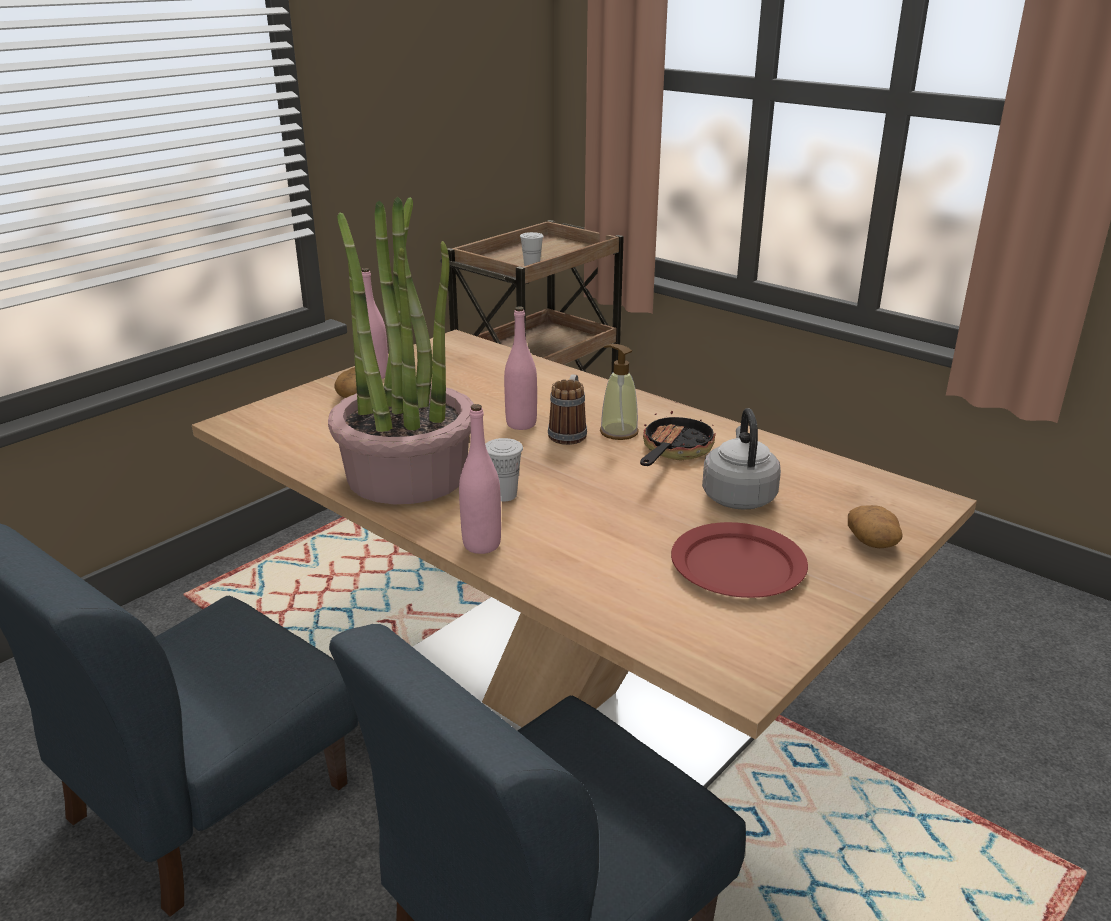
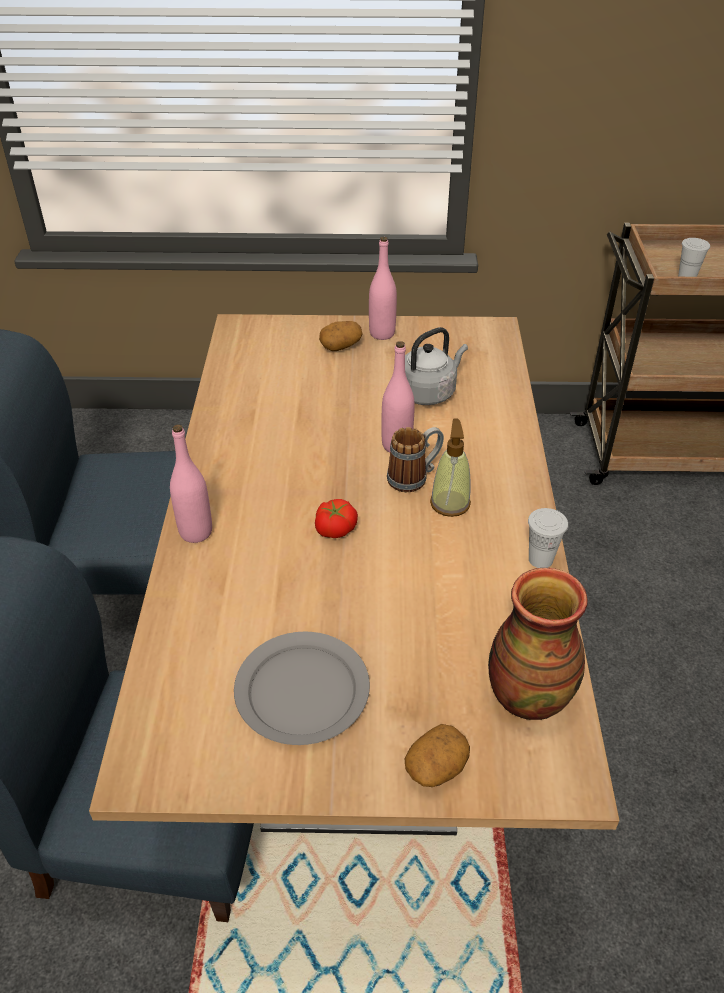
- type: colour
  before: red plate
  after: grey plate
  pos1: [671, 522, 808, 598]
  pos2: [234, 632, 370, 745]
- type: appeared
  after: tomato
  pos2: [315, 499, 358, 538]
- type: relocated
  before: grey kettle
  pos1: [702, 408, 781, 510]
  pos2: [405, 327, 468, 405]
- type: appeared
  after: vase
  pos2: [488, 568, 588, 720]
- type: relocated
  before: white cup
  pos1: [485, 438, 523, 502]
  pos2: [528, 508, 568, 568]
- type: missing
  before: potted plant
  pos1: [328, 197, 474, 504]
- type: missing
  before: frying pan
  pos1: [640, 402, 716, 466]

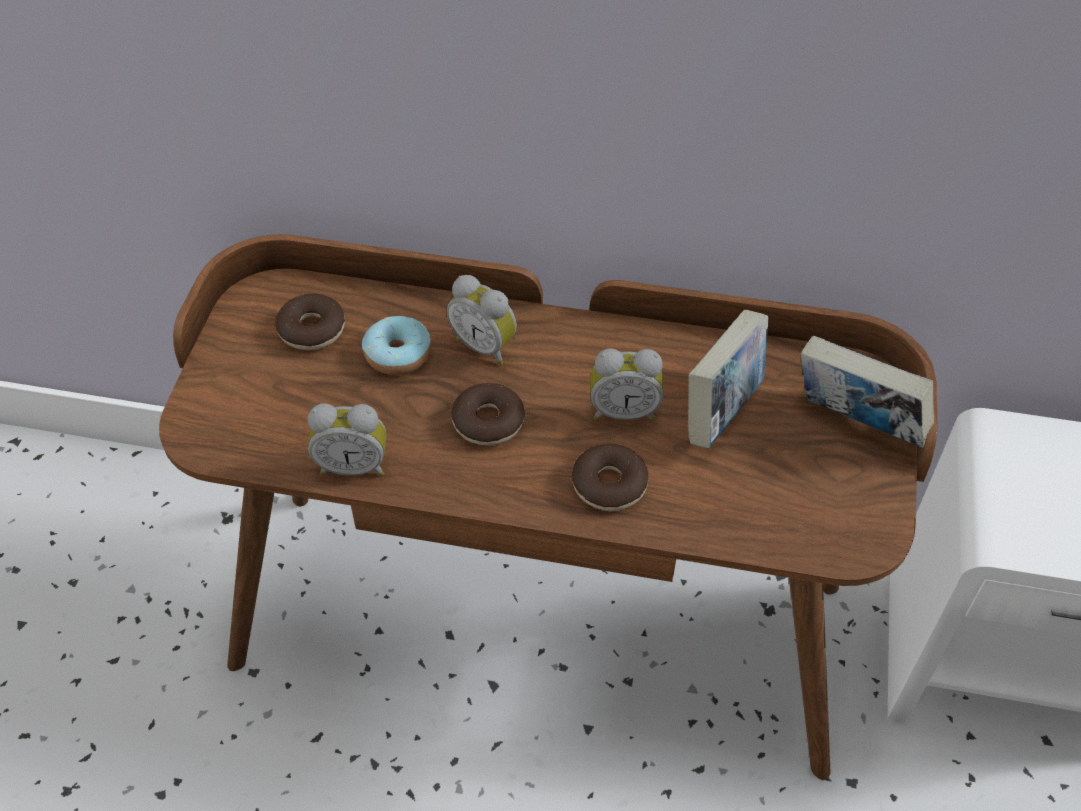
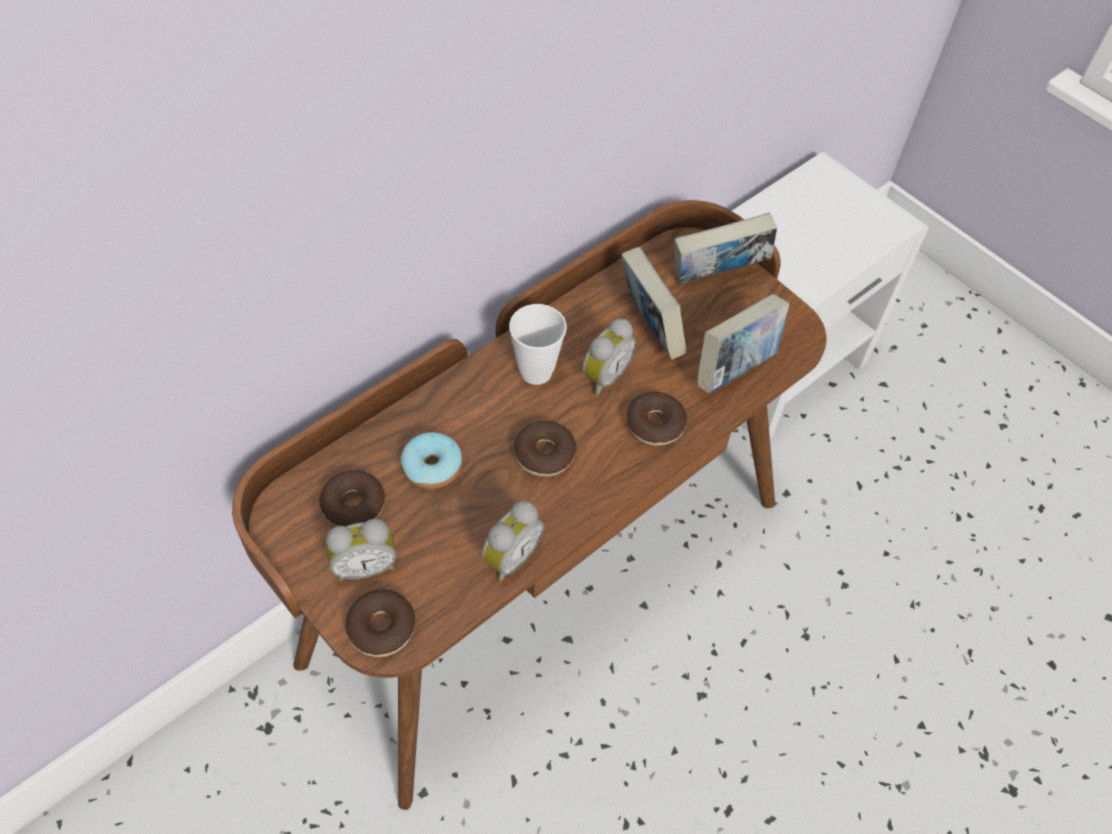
- type: relocated
  before: alarm clock
  pos1: [447, 275, 517, 365]
  pos2: [326, 519, 396, 582]
- type: appeared
  after: donut
  pos2: [345, 589, 415, 657]
- type: appeared
  after: cup
  pos2: [509, 304, 567, 385]
- type: appeared
  after: book
  pos2: [697, 294, 789, 393]

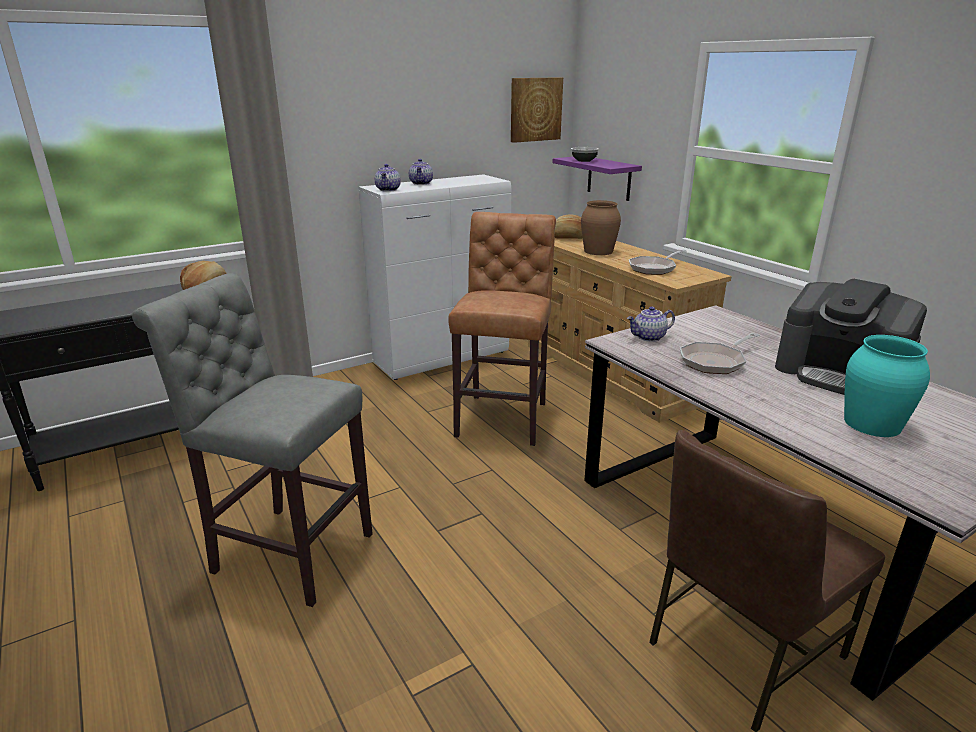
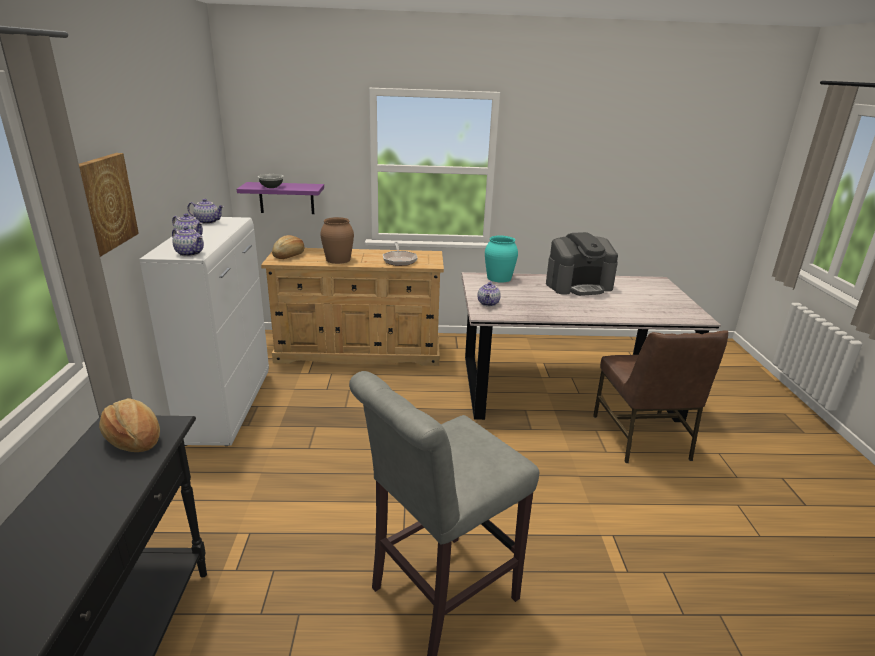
- type: relocated
  before: picture
  pos1: [511, 77, 563, 143]
  pos2: [79, 153, 139, 257]
- type: appeared
  after: teapot
  pos2: [187, 199, 224, 224]
- type: relocated
  before: turquoise vase
  pos1: [844, 335, 930, 437]
  pos2: [485, 236, 518, 282]
- type: missing
  before: brown stool
  pos1: [448, 212, 556, 446]
- type: missing
  before: frying pan
  pos1: [680, 333, 760, 374]

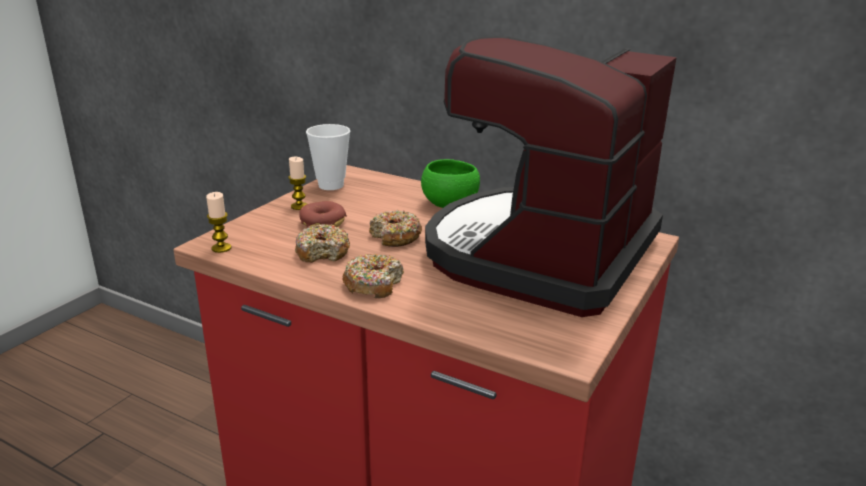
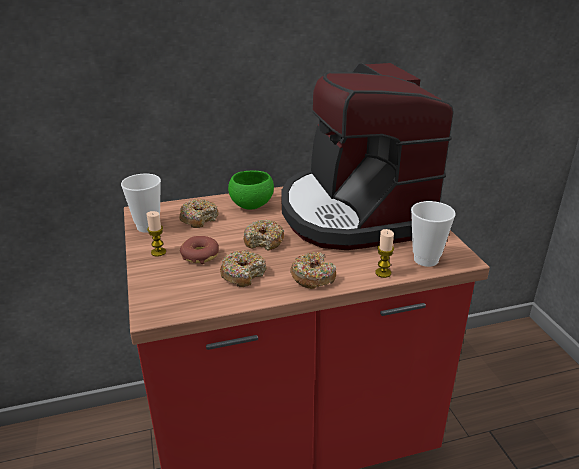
- type: appeared
  after: donut
  pos2: [179, 199, 219, 228]
- type: relocated
  before: candle
  pos1: [206, 192, 231, 253]
  pos2: [375, 229, 394, 278]
- type: appeared
  after: cup
  pos2: [411, 201, 456, 267]

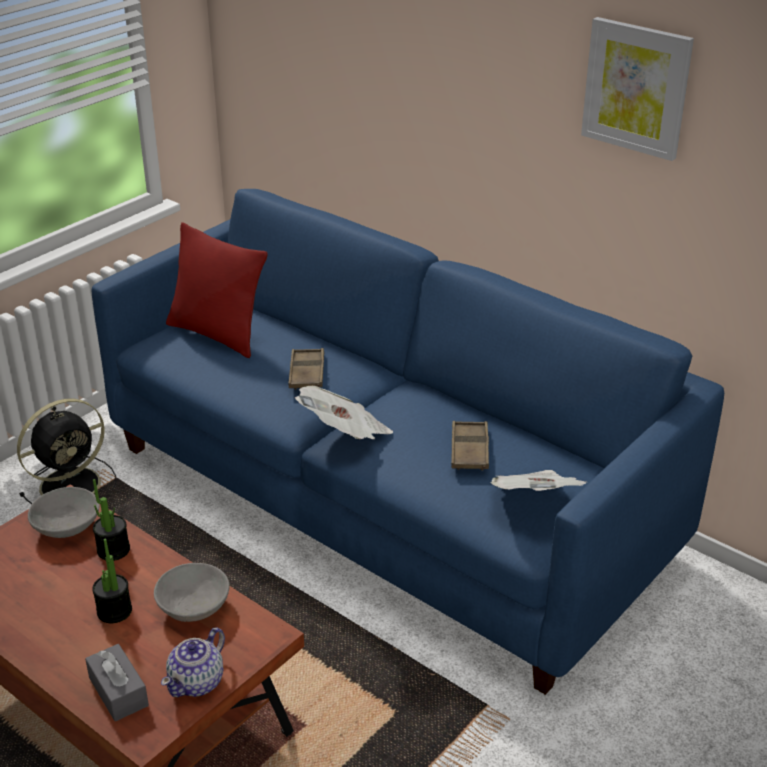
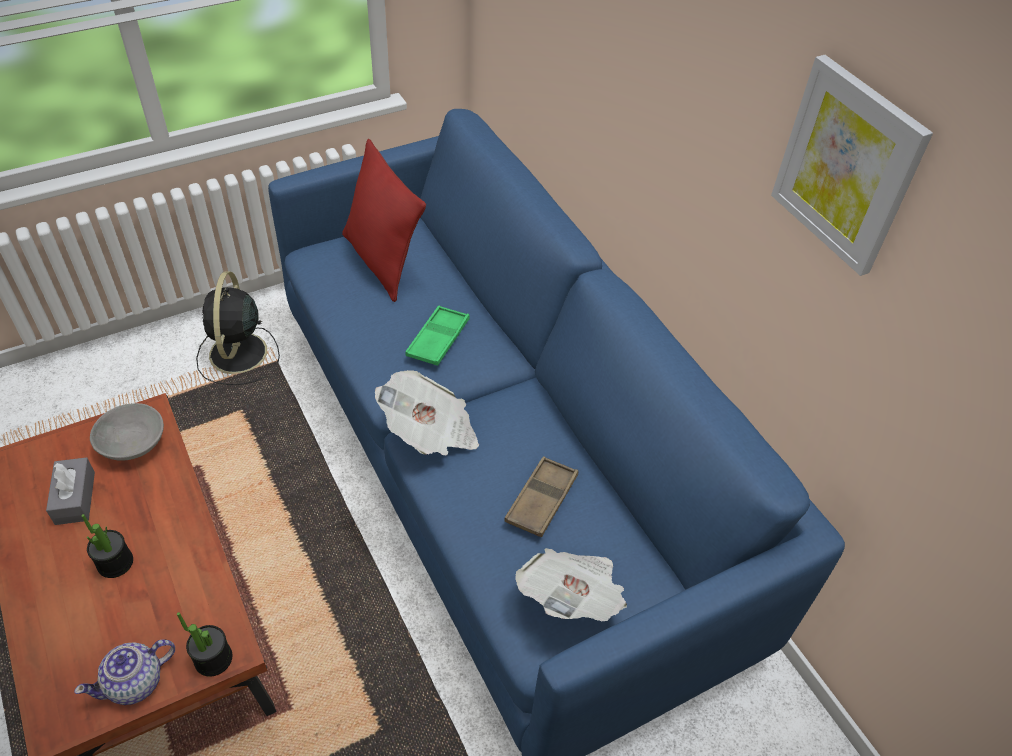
- type: relocated
  before: grey tissue box
  pos1: [85, 644, 149, 721]
  pos2: [46, 457, 95, 525]
- type: relocated
  before: potted plant
  pos1: [93, 479, 130, 561]
  pos2: [177, 612, 233, 677]
- type: spun
  before: black fan
  pos1: [17, 398, 116, 504]
  pos2: [196, 271, 280, 385]
  turn: 105
- type: colour
  before: brown tray
  after: green tray
  pos1: [288, 348, 324, 390]
  pos2: [405, 306, 470, 366]
- type: missing
  before: grey bowl
  pos1: [154, 563, 229, 622]

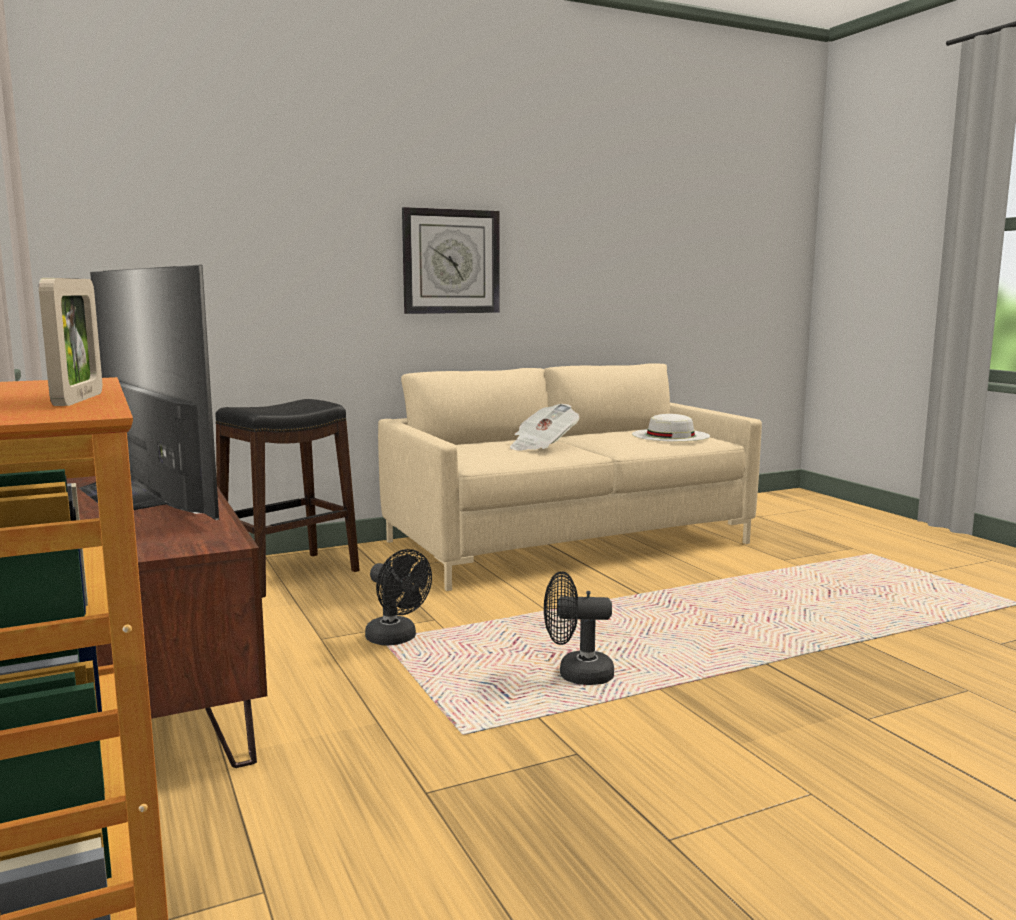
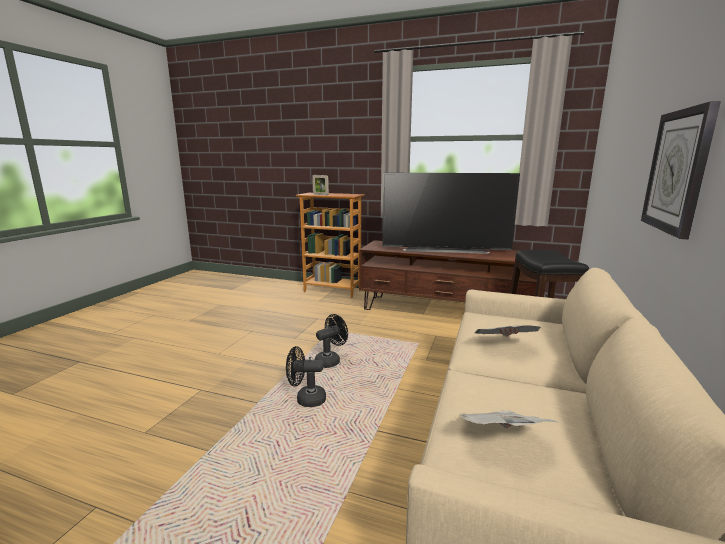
- type: relocated
  before: black fan
  pos1: [365, 549, 432, 645]
  pos2: [286, 346, 326, 407]
- type: exchanged
  before: white hat
  after: newspaper
  pos1: [632, 414, 710, 442]
  pos2: [460, 410, 558, 428]

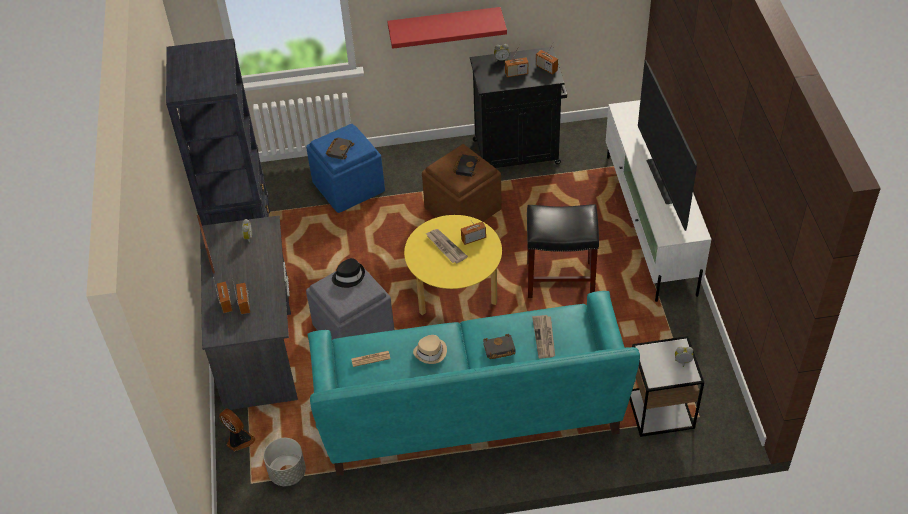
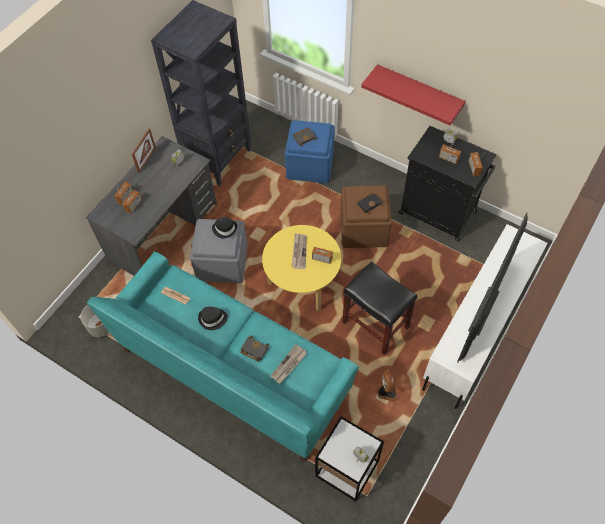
- type: colour
  before: beige hat
  after: black hat
  pos1: [413, 335, 447, 364]
  pos2: [198, 307, 228, 330]
- type: relocated
  before: fan
  pos1: [219, 409, 256, 451]
  pos2: [377, 370, 398, 401]

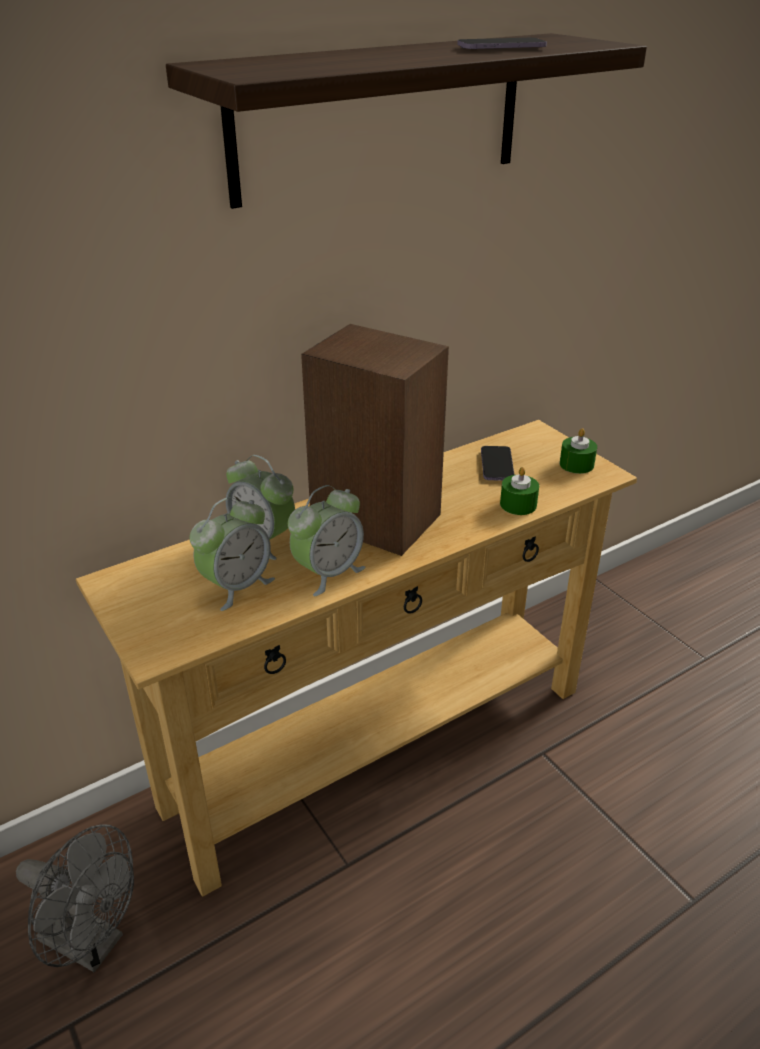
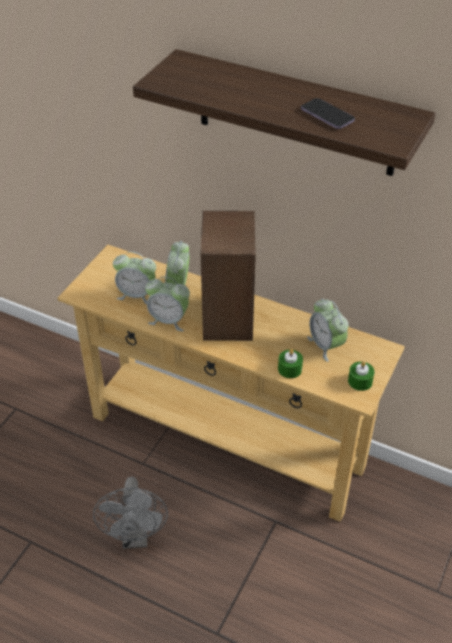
- type: relocated
  before: grey fan
  pos1: [16, 824, 134, 972]
  pos2: [93, 476, 168, 549]
- type: exchanged
  before: phone
  after: alarm clock
  pos1: [481, 446, 514, 481]
  pos2: [307, 299, 349, 362]

